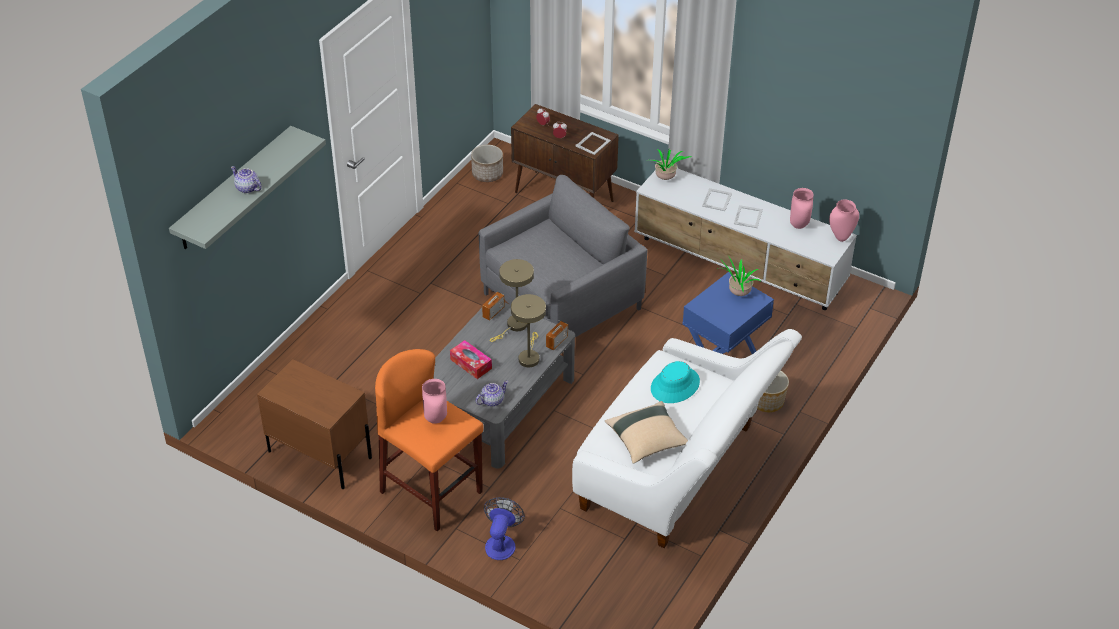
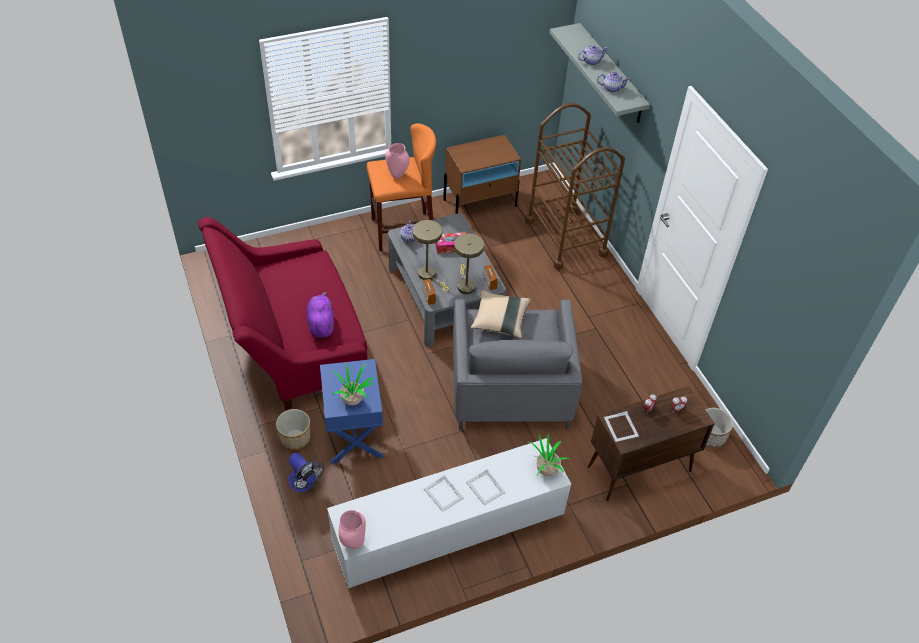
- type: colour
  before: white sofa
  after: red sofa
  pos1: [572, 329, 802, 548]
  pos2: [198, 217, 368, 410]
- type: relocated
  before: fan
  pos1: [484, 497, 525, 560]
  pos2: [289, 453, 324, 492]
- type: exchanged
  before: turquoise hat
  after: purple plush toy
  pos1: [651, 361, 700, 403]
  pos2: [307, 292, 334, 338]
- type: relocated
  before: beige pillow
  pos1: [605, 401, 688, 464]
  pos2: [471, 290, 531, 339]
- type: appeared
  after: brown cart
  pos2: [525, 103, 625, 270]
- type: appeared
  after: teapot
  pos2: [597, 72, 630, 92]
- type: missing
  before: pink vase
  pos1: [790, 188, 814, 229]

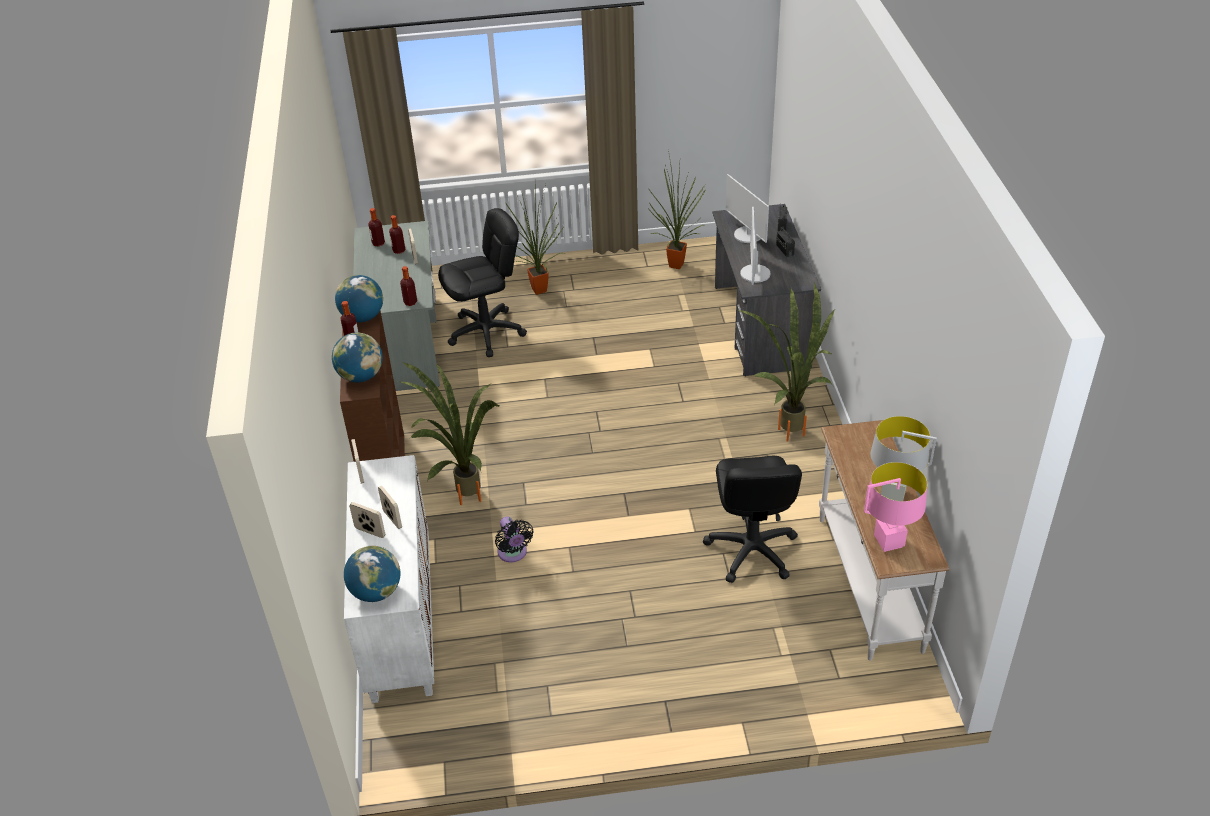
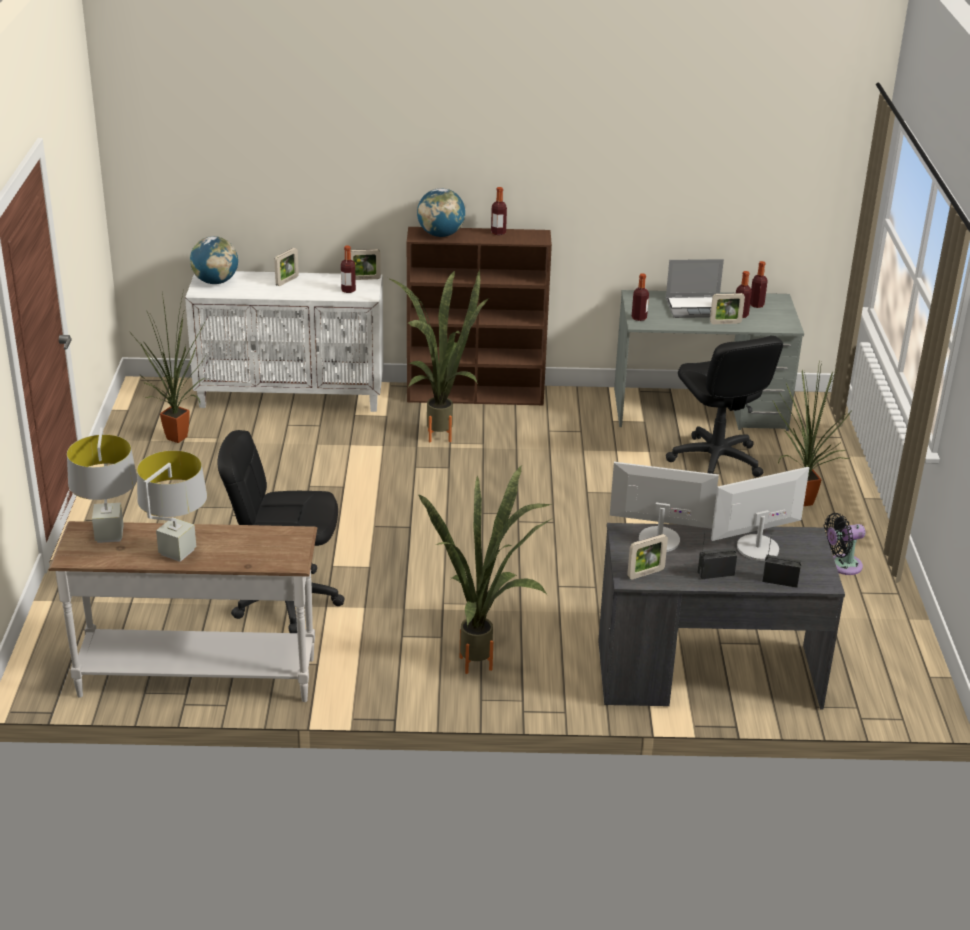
- type: colour
  before: pink table lamp
  after: grey table lamp
  pos1: [864, 462, 927, 552]
  pos2: [67, 427, 137, 543]
- type: relocated
  before: potted plant
  pos1: [647, 151, 706, 269]
  pos2: [128, 290, 209, 443]
- type: appeared
  after: bottle
  pos2: [341, 245, 356, 293]
- type: relocated
  before: picture frame
  pos1: [378, 486, 402, 529]
  pos2: [627, 534, 668, 579]
- type: appeared
  after: laptop
  pos2: [666, 259, 724, 318]
- type: relocated
  before: black fan
  pos1: [495, 516, 534, 562]
  pos2: [824, 513, 865, 575]
- type: missing
  before: globe
  pos1: [335, 275, 383, 322]

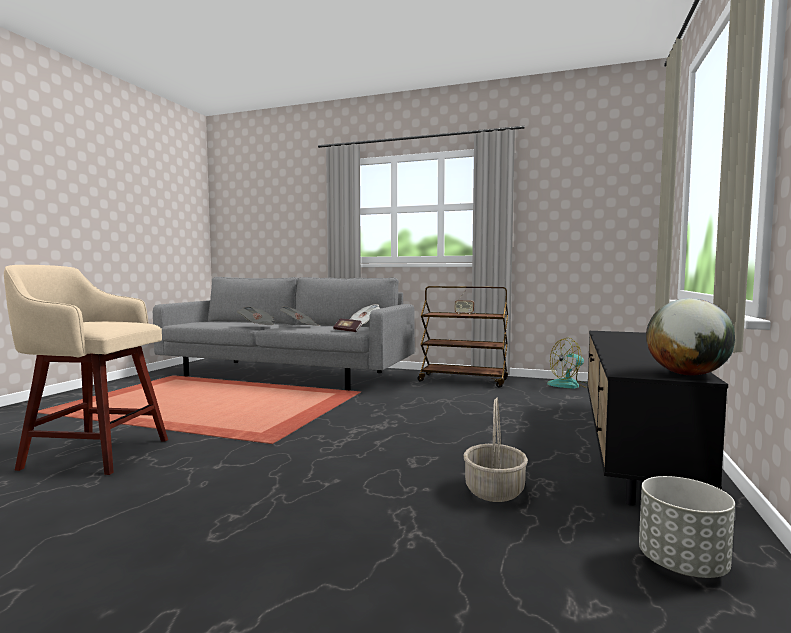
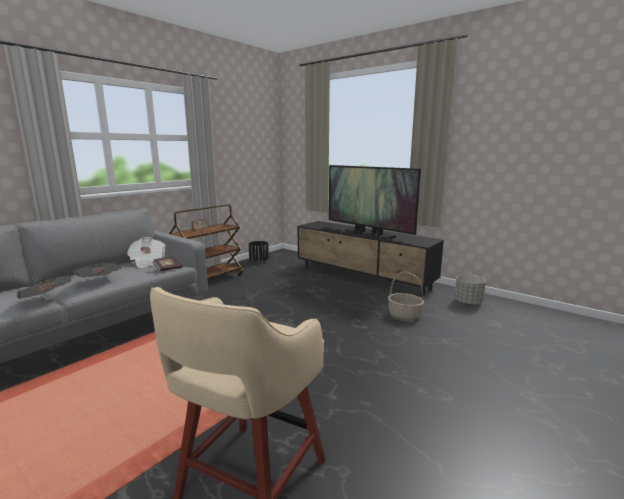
- type: exchanged
  before: fan
  after: black planter
  pos1: [547, 338, 588, 388]
  pos2: [249, 241, 269, 262]
- type: appeared
  after: television
  pos2: [329, 165, 421, 239]
- type: missing
  before: globe
  pos1: [646, 298, 736, 375]

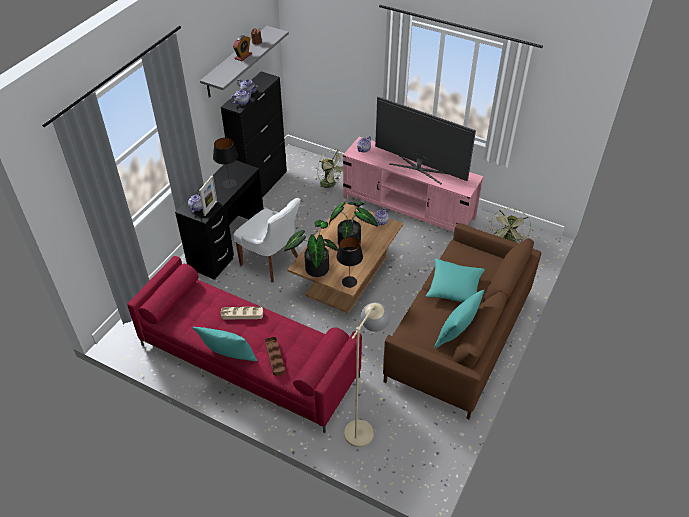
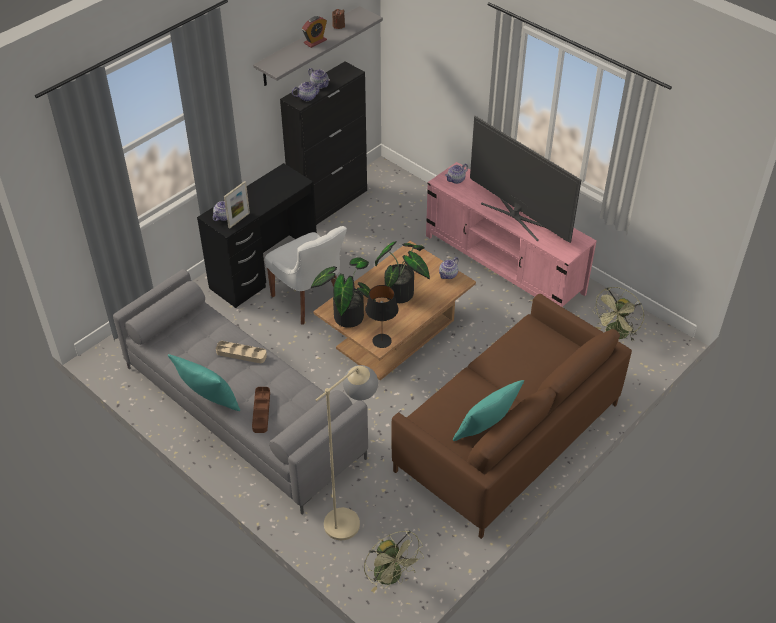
- type: colour
  before: red sofa
  after: grey sofa
  pos1: [127, 256, 362, 433]
  pos2: [113, 269, 368, 515]
- type: relocated
  before: green fan
  pos1: [317, 149, 343, 193]
  pos2: [364, 531, 424, 593]
- type: missing
  before: black table lamp
  pos1: [213, 138, 238, 189]
- type: missing
  before: turquoise pillow
  pos1: [426, 259, 485, 302]

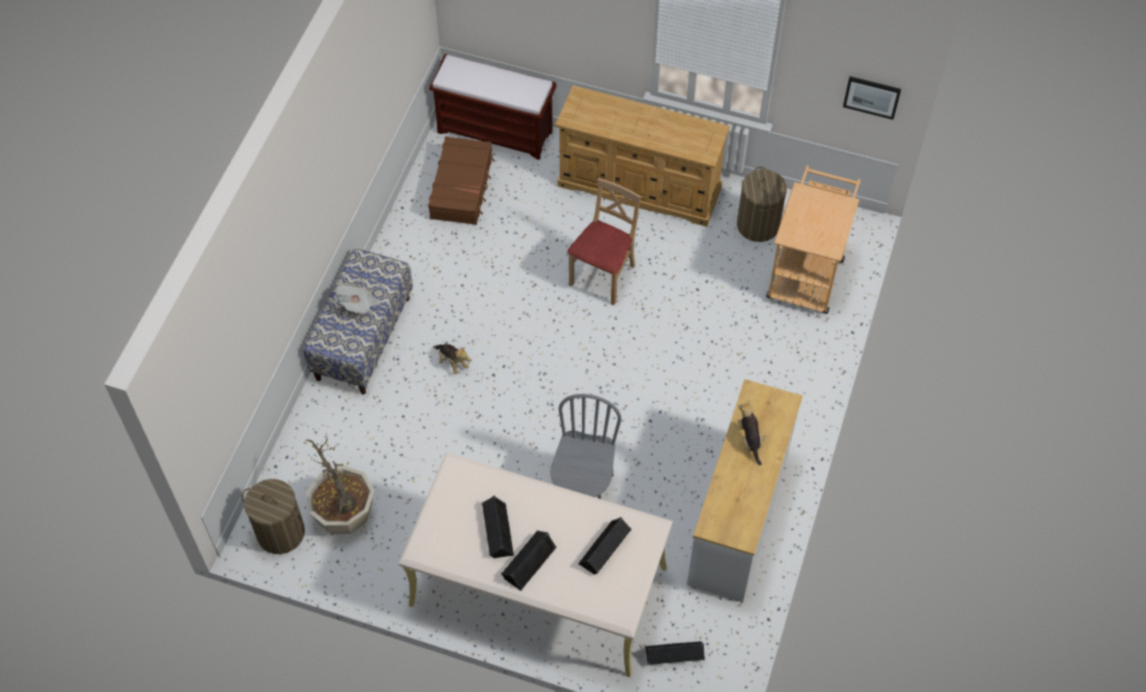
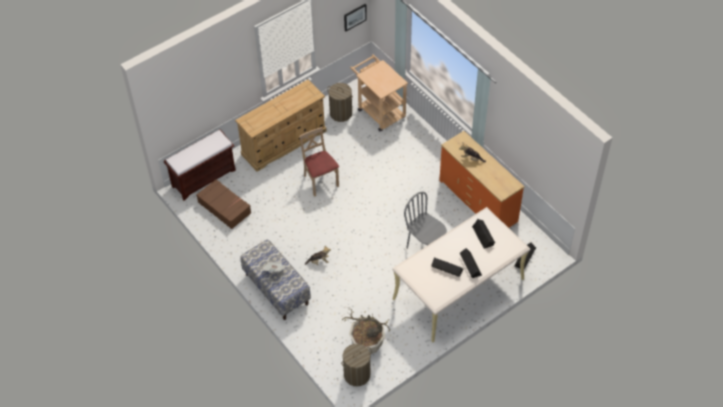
- type: colour
  before: white dresser
  after: orange dresser
  pos1: [687, 379, 803, 602]
  pos2: [439, 131, 525, 228]

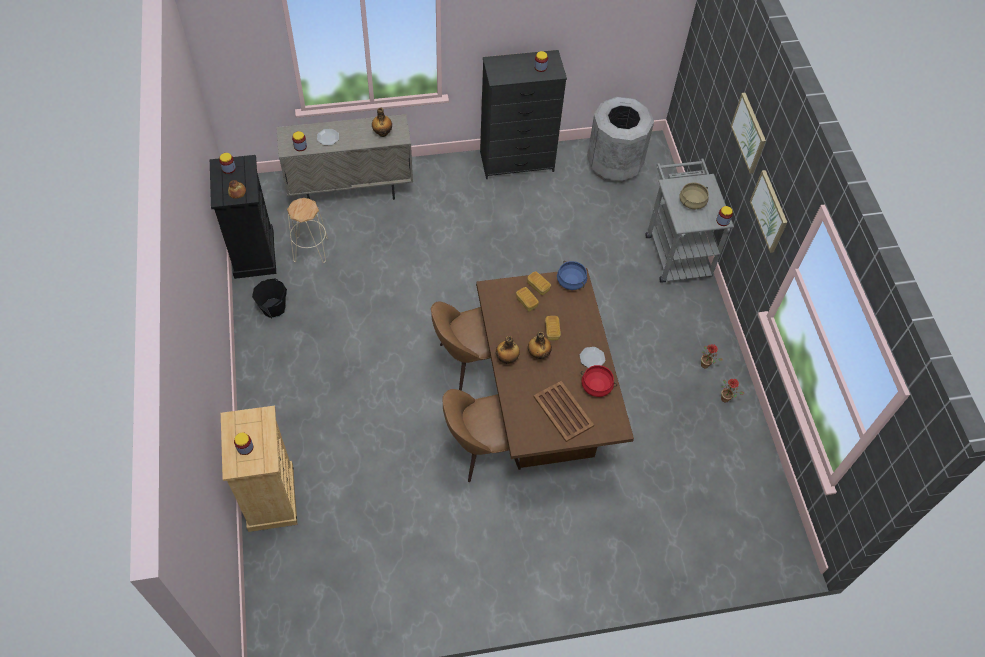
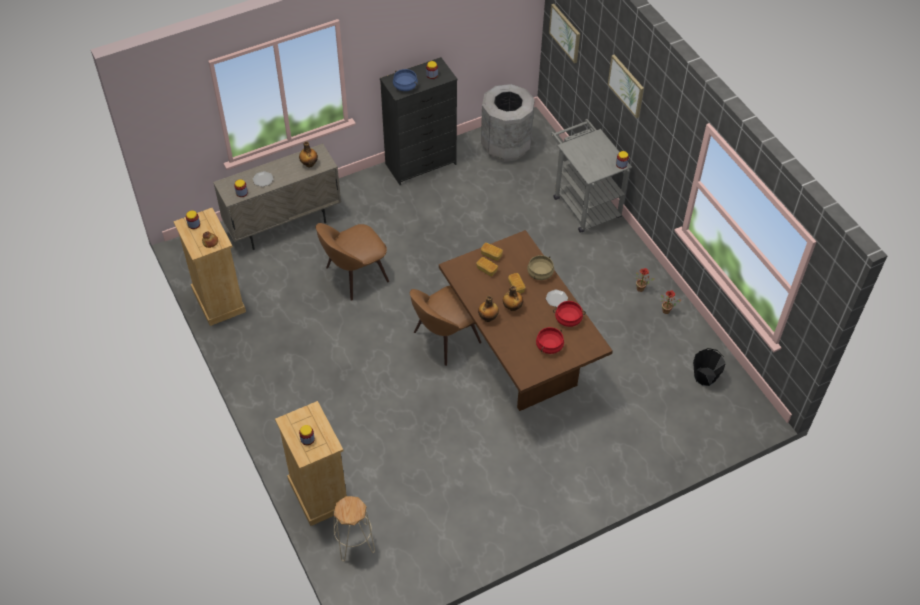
- type: colour
  before: black dresser
  after: beige dresser
  pos1: [210, 155, 276, 279]
  pos2: [173, 208, 246, 326]
- type: relocated
  before: brown chair
  pos1: [442, 389, 521, 482]
  pos2: [316, 223, 389, 301]
- type: relocated
  before: beige stool
  pos1: [287, 198, 328, 263]
  pos2: [334, 496, 375, 561]
- type: relocated
  before: blue cooking pot
  pos1: [557, 261, 587, 290]
  pos2: [393, 69, 418, 91]
- type: relocated
  before: beige cooking pot
  pos1: [680, 182, 709, 209]
  pos2: [527, 255, 554, 280]
- type: exchanged
  before: brown tray
  after: red cooking pot
  pos1: [533, 381, 594, 442]
  pos2: [536, 327, 564, 354]
- type: relocated
  before: picture
  pos1: [750, 170, 788, 253]
  pos2: [549, 4, 580, 63]
- type: relocated
  before: black bucket
  pos1: [252, 278, 287, 319]
  pos2: [693, 348, 726, 386]

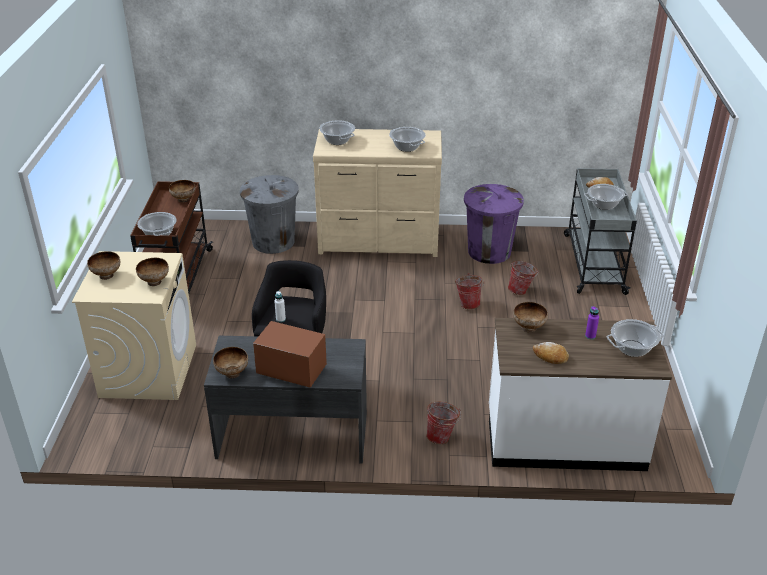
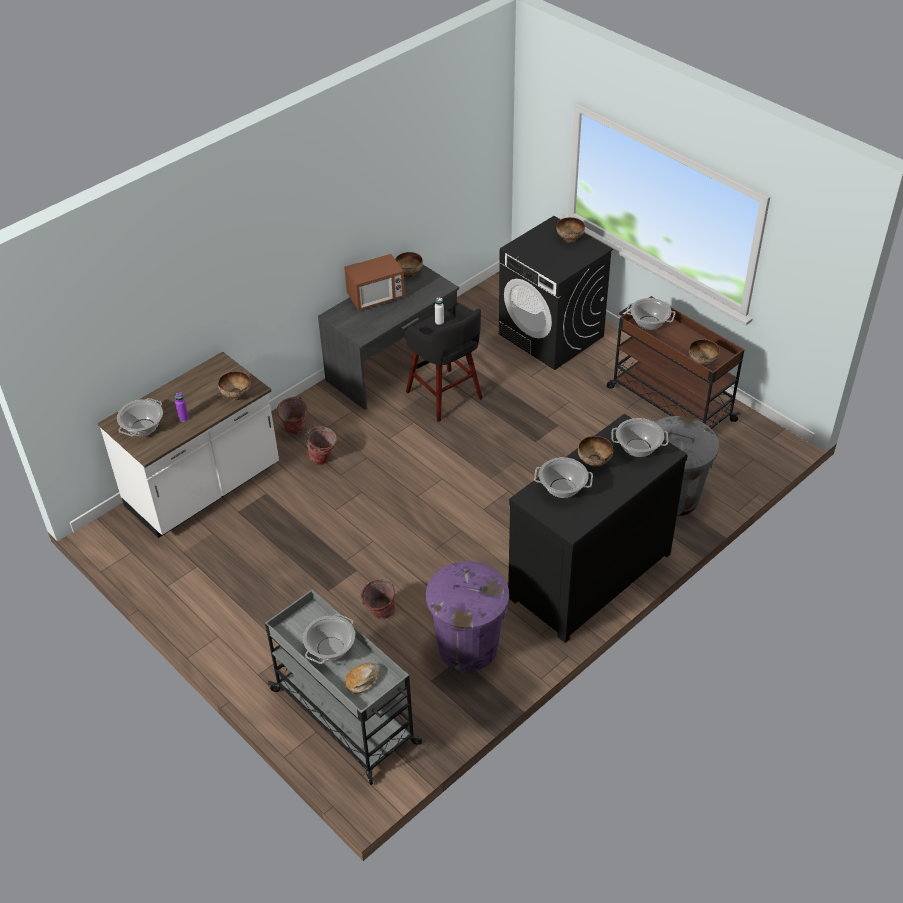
- type: relocated
  before: bucket
  pos1: [455, 273, 485, 309]
  pos2: [305, 426, 337, 465]
- type: colour
  before: beige washing machine
  after: black washing machine
  pos1: [72, 251, 196, 400]
  pos2: [499, 216, 613, 370]
- type: colour
  before: beige dresser
  after: black dresser
  pos1: [313, 129, 442, 257]
  pos2: [508, 414, 688, 643]
- type: relocated
  before: bowl
  pos1: [136, 258, 169, 286]
  pos2: [578, 436, 613, 468]
- type: missing
  before: bread
  pos1: [533, 342, 569, 364]

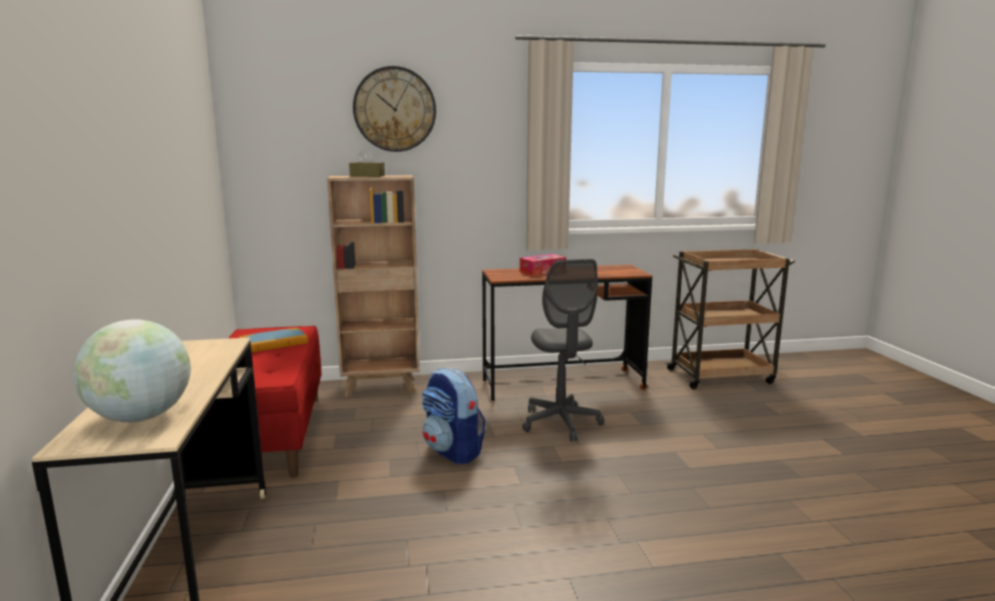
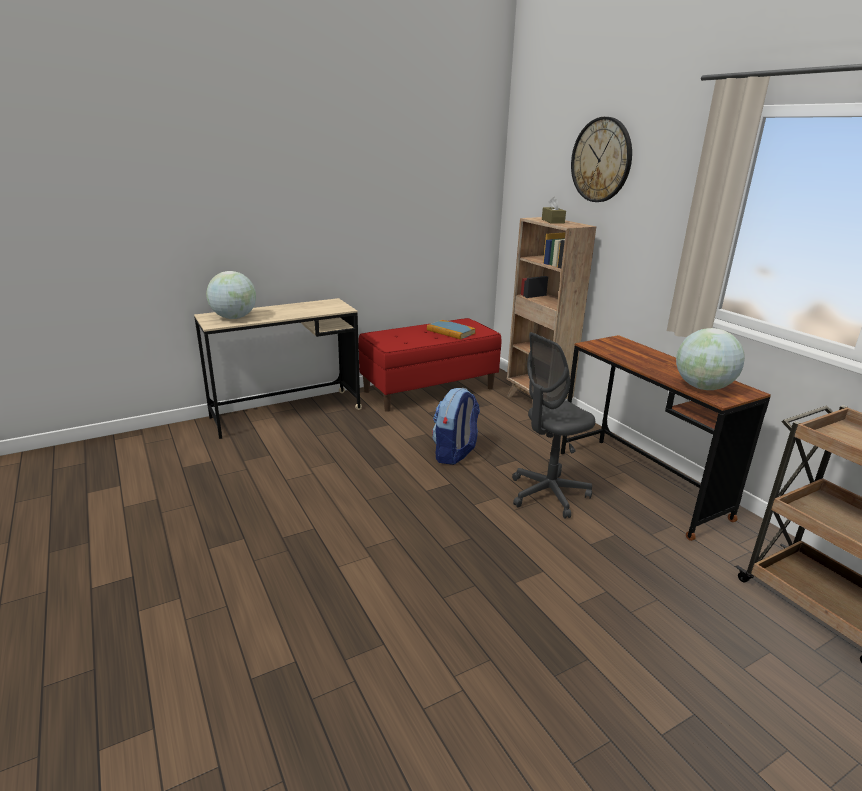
- type: appeared
  after: globe
  pos2: [676, 328, 745, 390]
- type: missing
  before: tissue box
  pos1: [520, 254, 566, 276]

